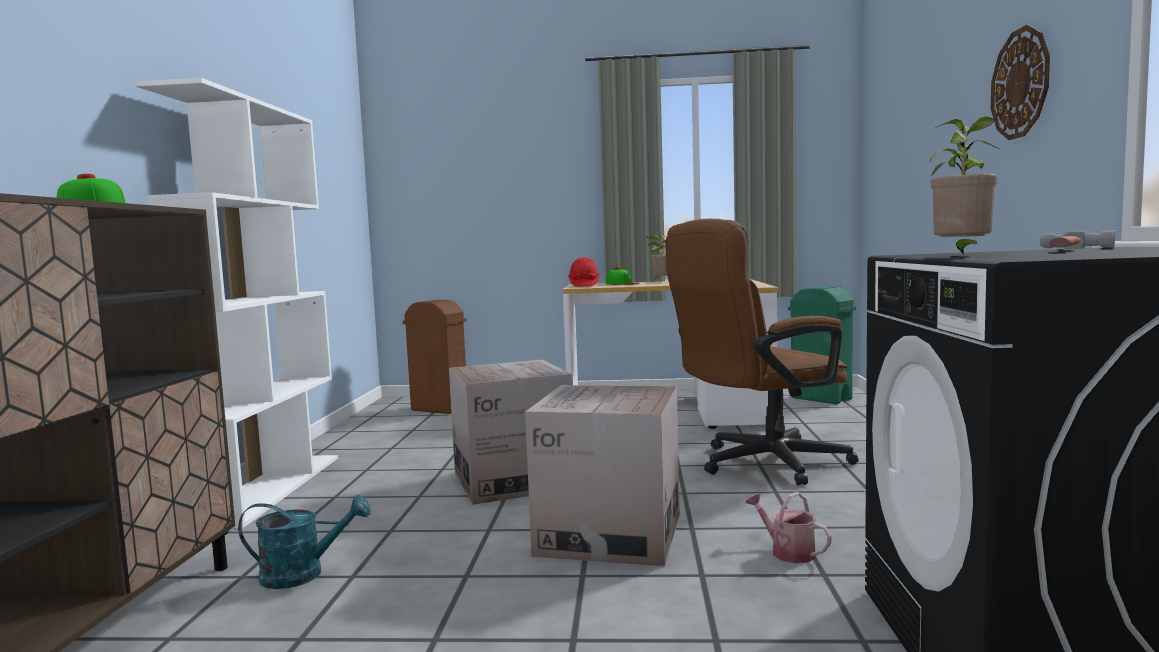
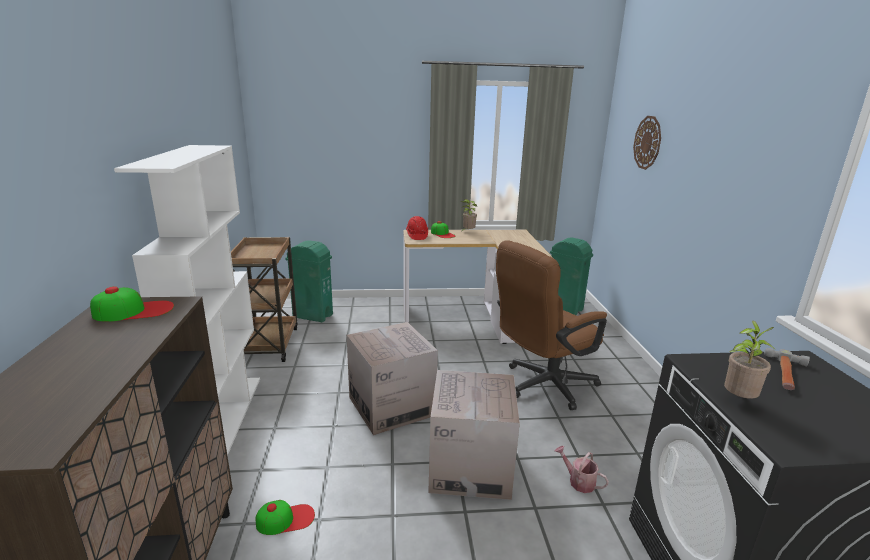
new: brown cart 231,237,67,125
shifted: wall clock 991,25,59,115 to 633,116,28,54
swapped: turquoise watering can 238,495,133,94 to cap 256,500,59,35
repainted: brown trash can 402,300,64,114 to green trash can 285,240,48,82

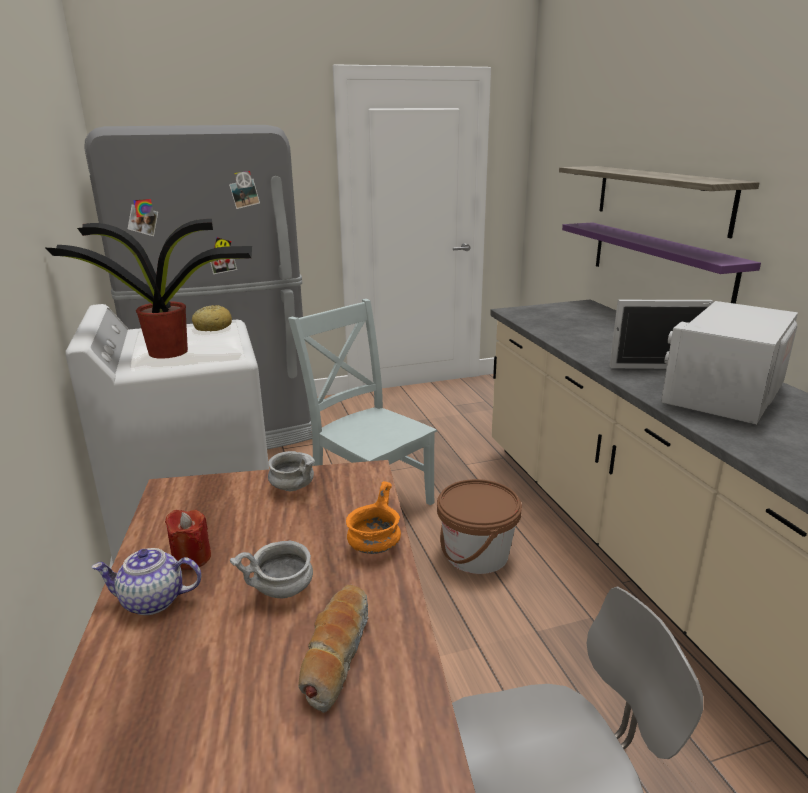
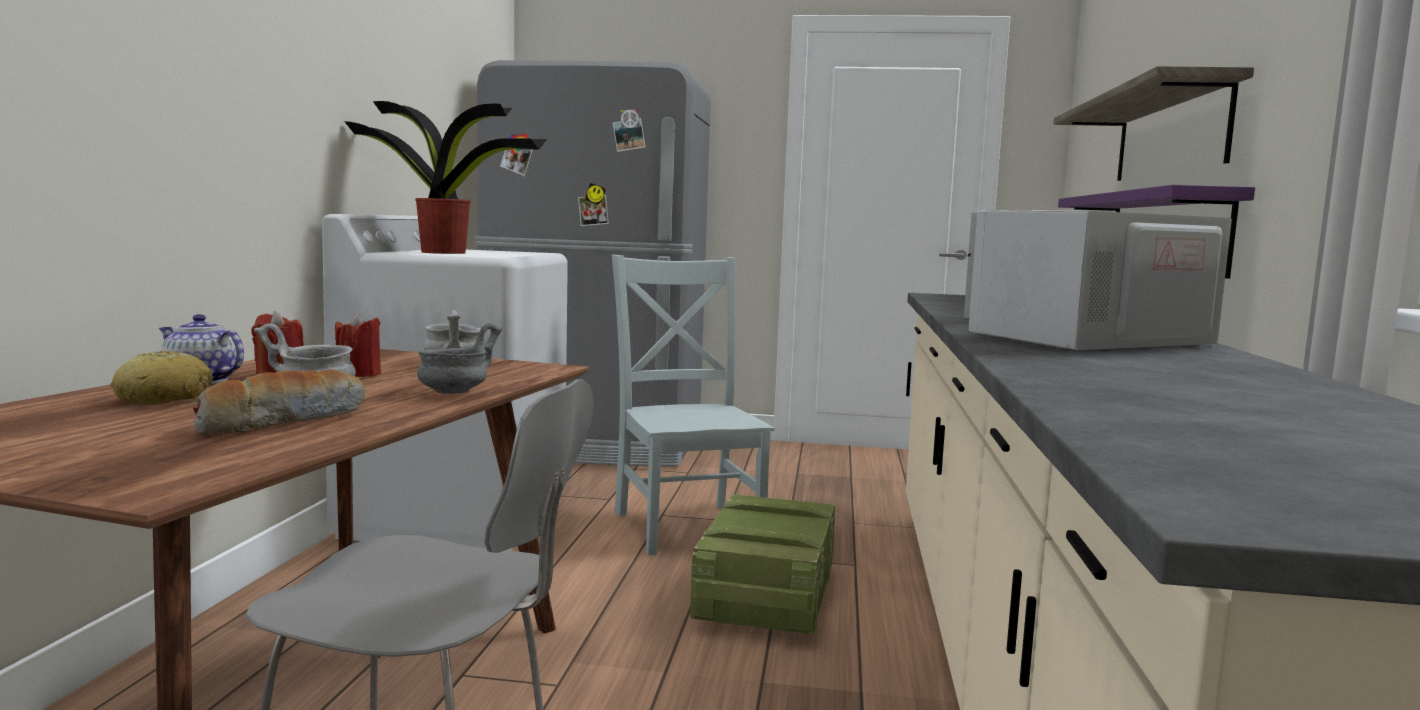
new: red candle 335,312,46,65
shifted: bread 192,305,40,26 to 110,350,103,54
swapped: brown bucket 437,479,85,95 to crate 690,494,145,141
repainted: orange bowl 346,481,55,73 to grey bowl 417,323,85,71

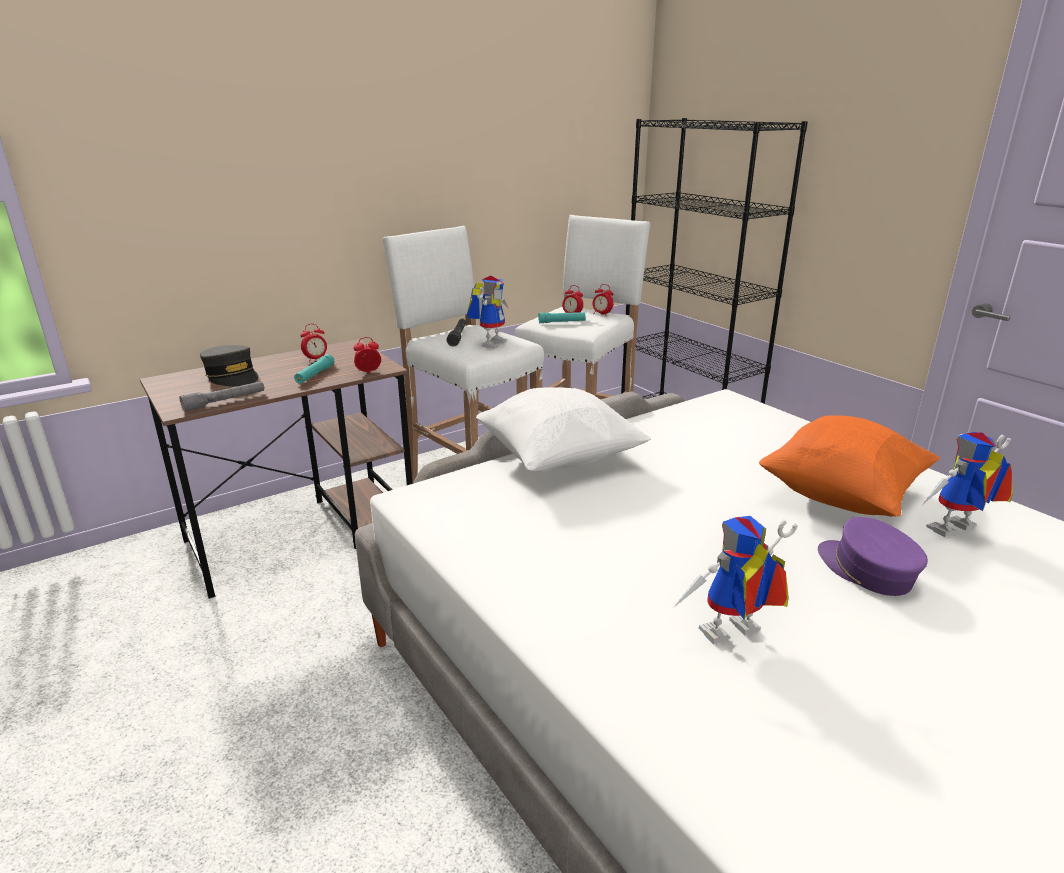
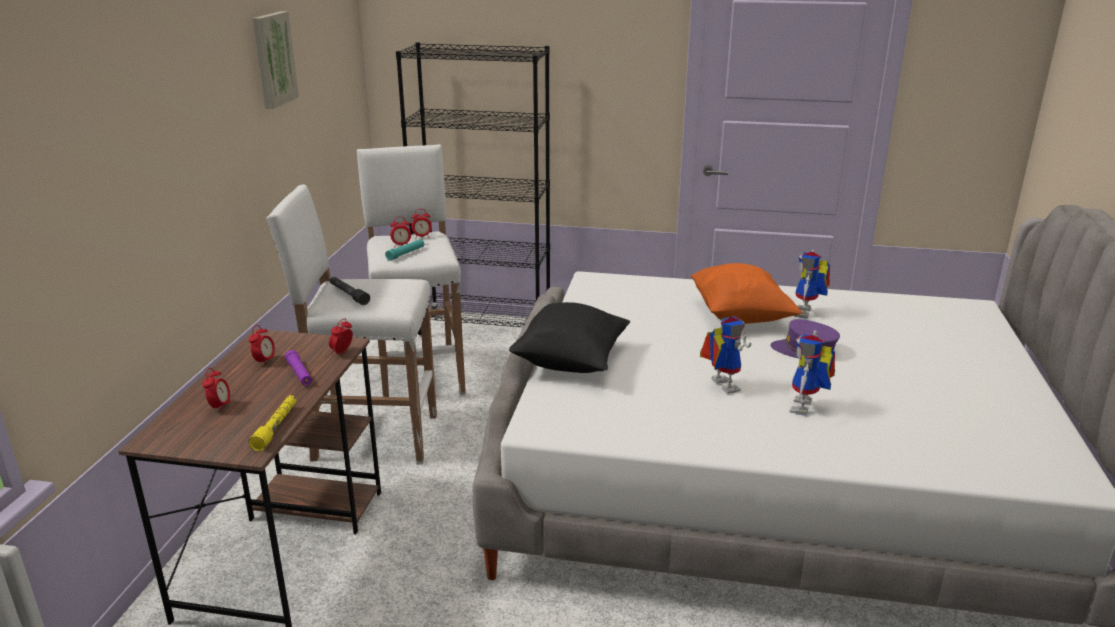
new: picture 252,11,47,98
shifted: toy robot 467,276,42,73 to 700,316,52,78
swapped: grey cap 200,345,58,41 to alarm clock 203,368,28,44
repainted: turquoise flashlight 294,354,40,30 to purple flashlight 285,350,27,36; grey flashlight 179,381,85,31 to yellow flashlight 249,395,48,56; white pillow 476,387,175,85 to black pillow 509,302,121,71

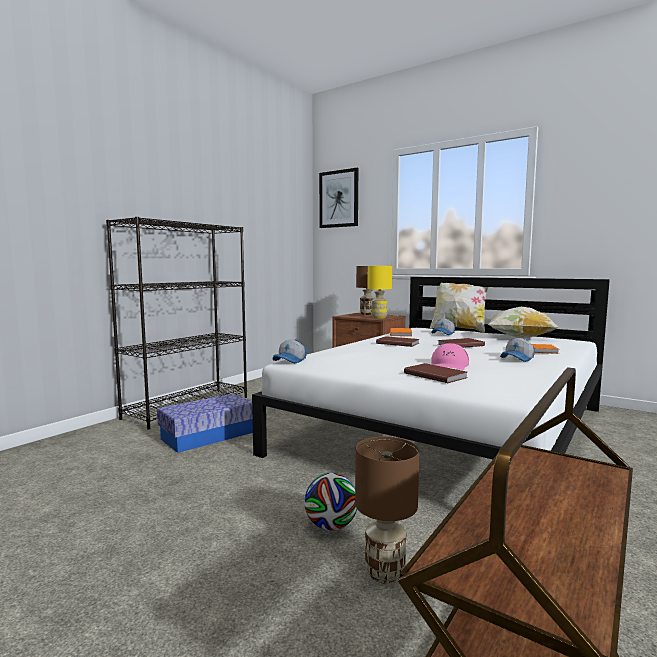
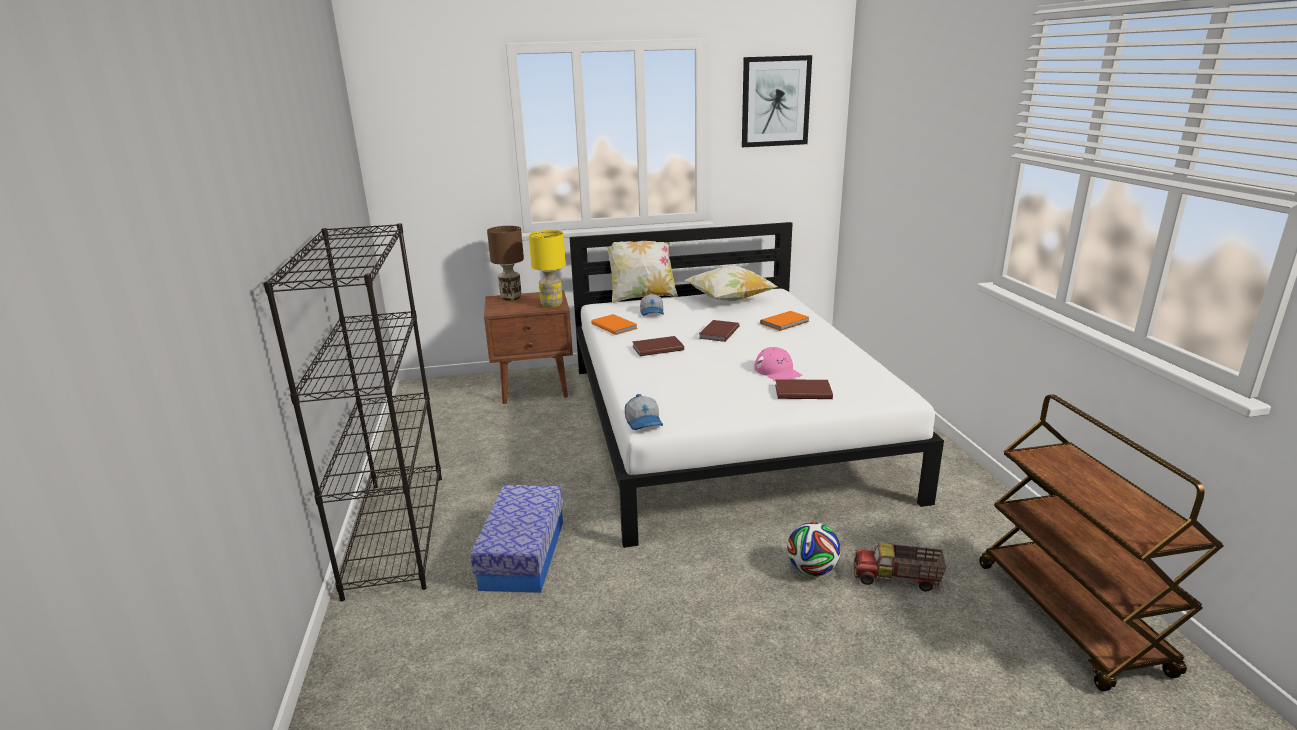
gone: cap 500,338,35,24
shifted: picture 319,168,39,60 to 742,55,70,92
swapped: brown table lamp 355,437,64,147 to toy truck 854,543,92,49

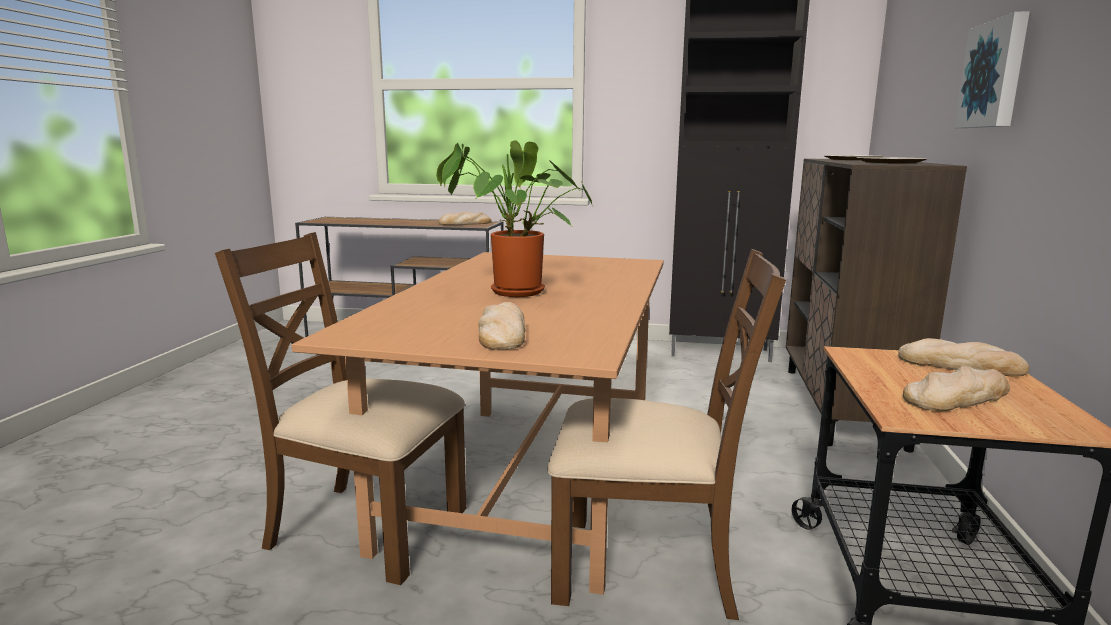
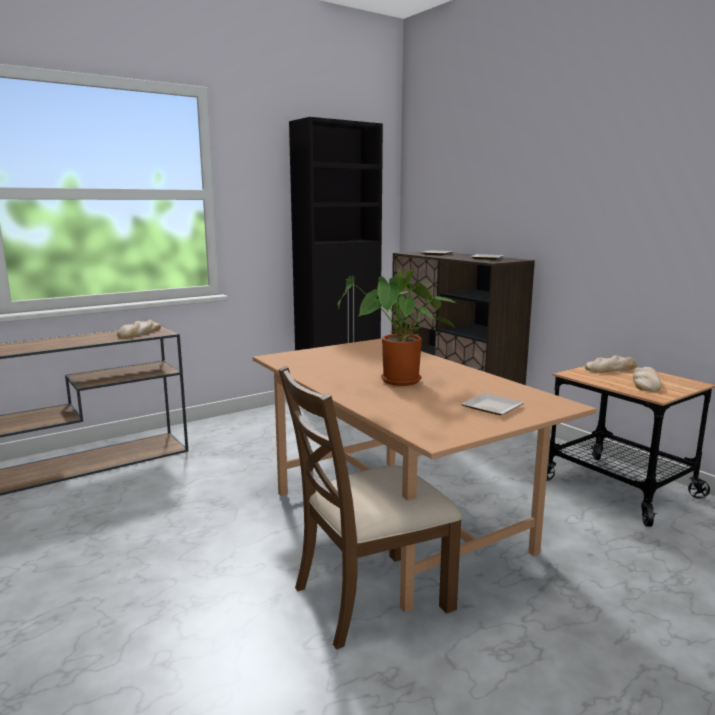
gone: picture 954,11,76,117; brown chair 547,249,239,371
swapped: bread 478,302,47,48 to plate 461,393,63,22

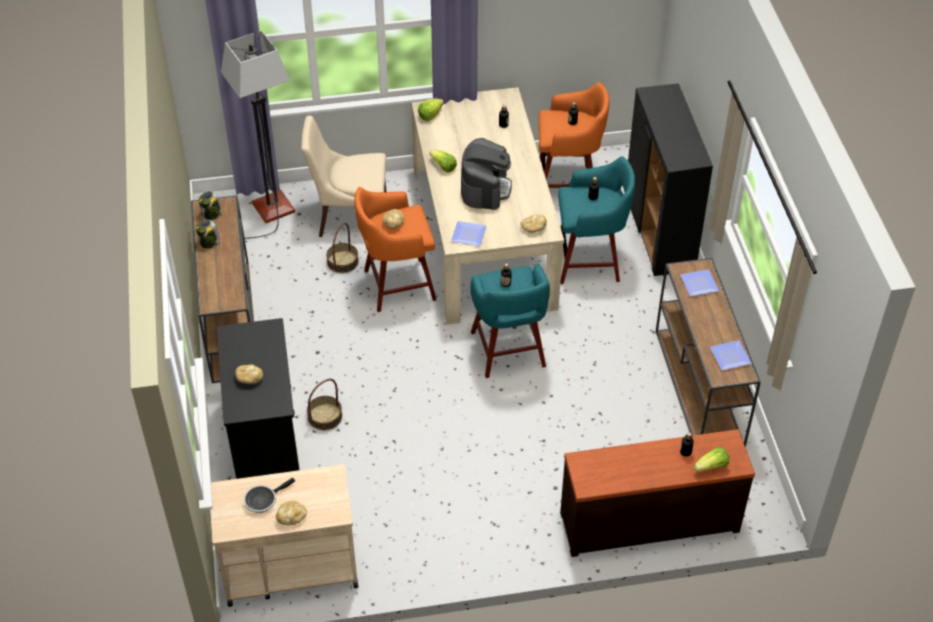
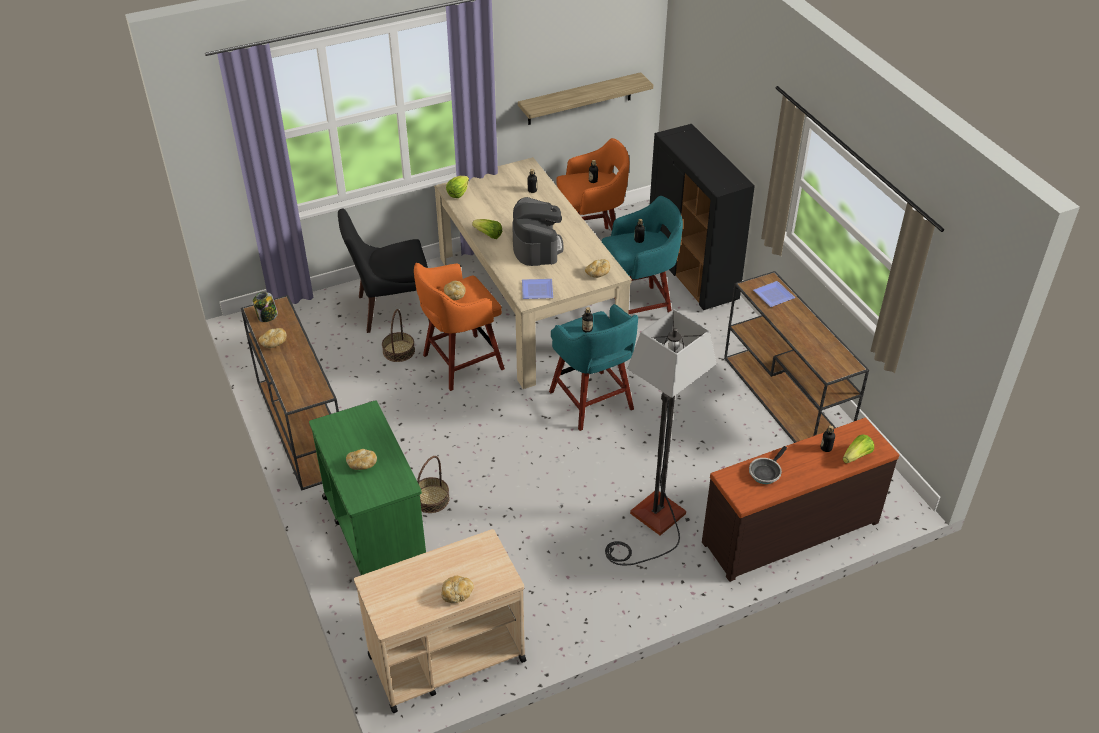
gone: plate 710,340,42,30
new: shelf 518,72,135,53
shifted: floor lamp 221,30,74,209 to 605,309,111,256; frying pan 244,478,51,35 to 749,446,38,38
swapped: jar 196,220,24,29 to bread 259,328,28,20
repainted: beige chair 301,116,86,121 to black chair 338,209,92,124; black cart 217,318,82,161 to green cart 309,400,117,175

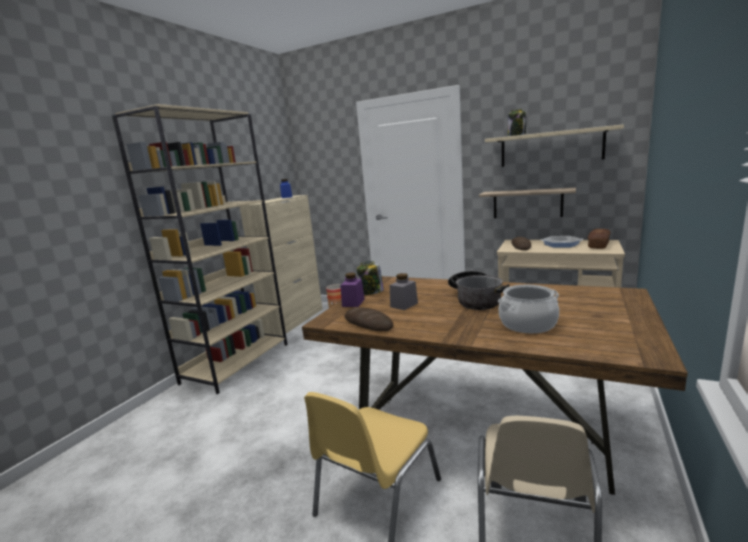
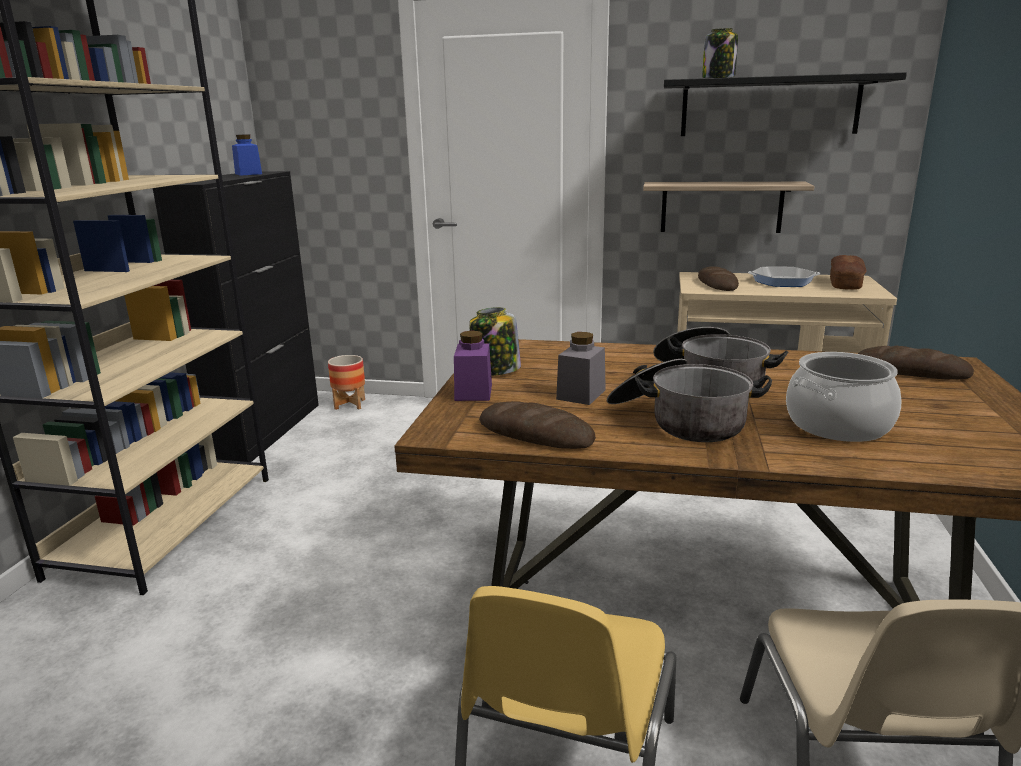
new: bread 858,345,116,35; cooking pot 607,359,165,83
repainted: beige shelf 485,124,139,43 to black shelf 664,72,243,64; beige cabinet 240,195,82,141 to black cabinet 153,171,166,291

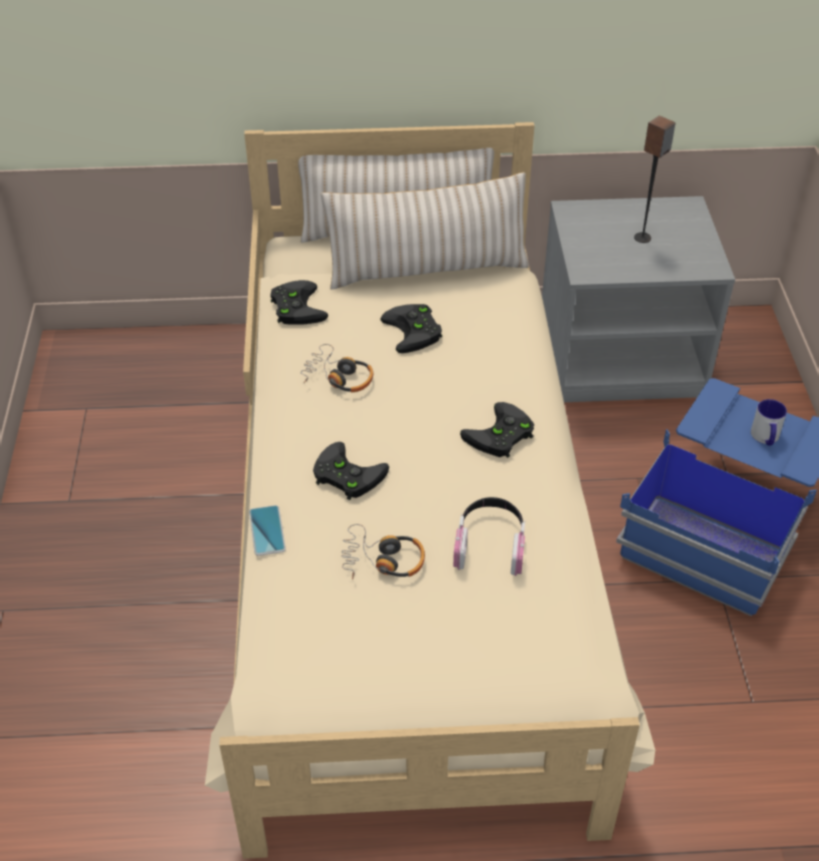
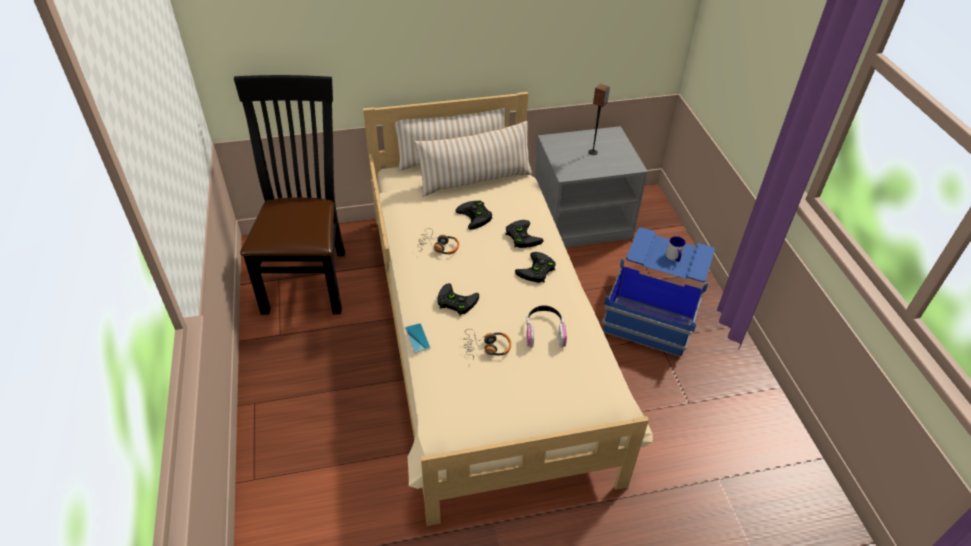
new: black chair 234,75,111,240
shifted: black game controller 271,280,57,45 to 505,220,39,28

